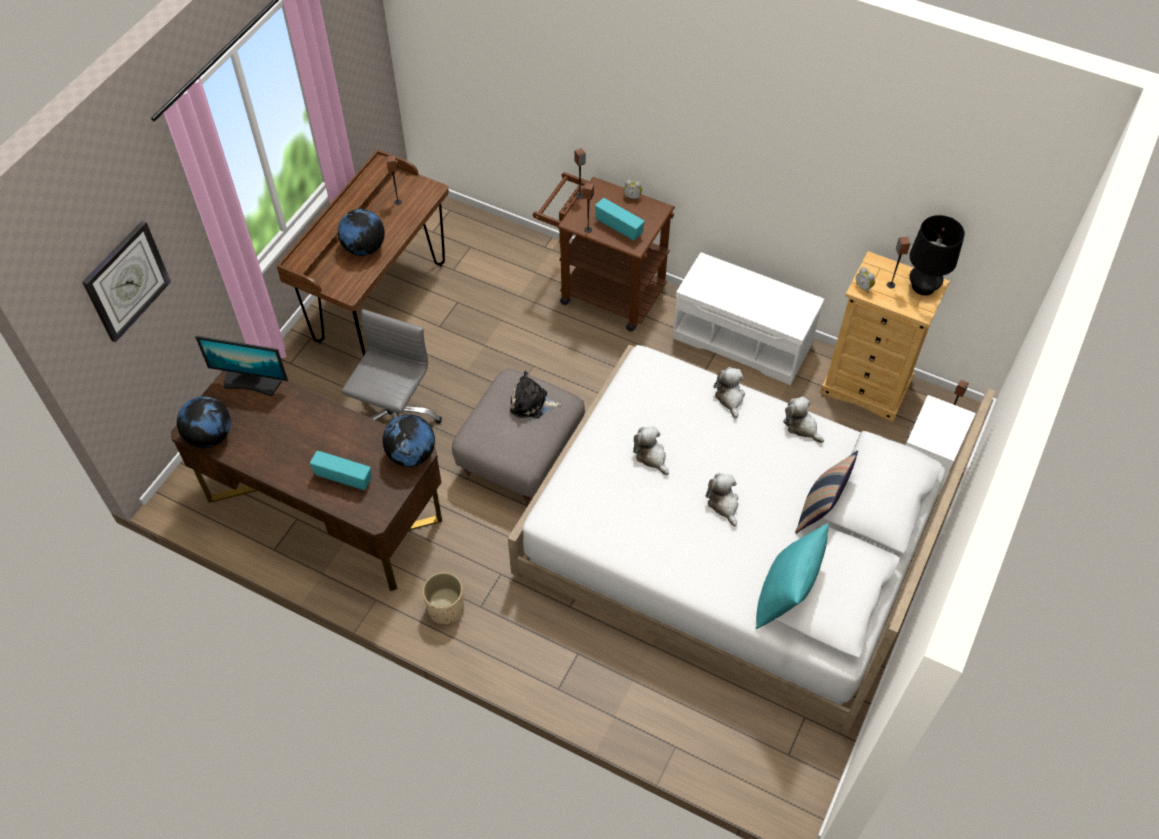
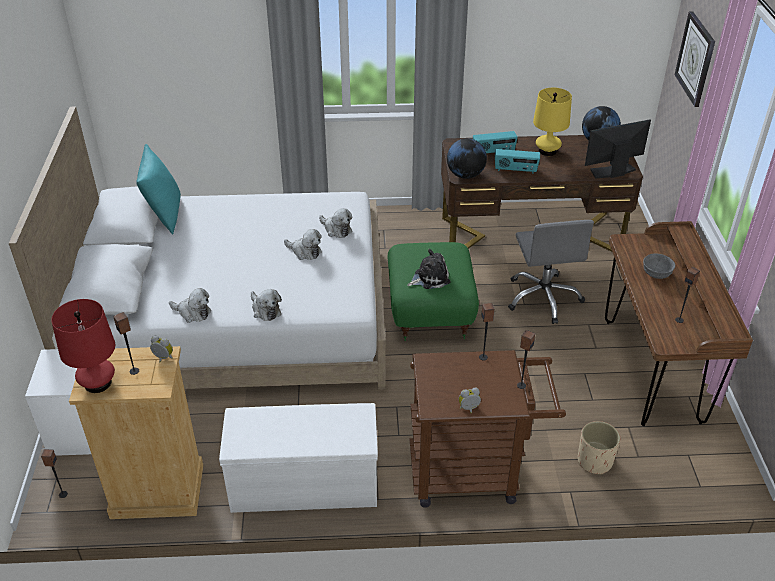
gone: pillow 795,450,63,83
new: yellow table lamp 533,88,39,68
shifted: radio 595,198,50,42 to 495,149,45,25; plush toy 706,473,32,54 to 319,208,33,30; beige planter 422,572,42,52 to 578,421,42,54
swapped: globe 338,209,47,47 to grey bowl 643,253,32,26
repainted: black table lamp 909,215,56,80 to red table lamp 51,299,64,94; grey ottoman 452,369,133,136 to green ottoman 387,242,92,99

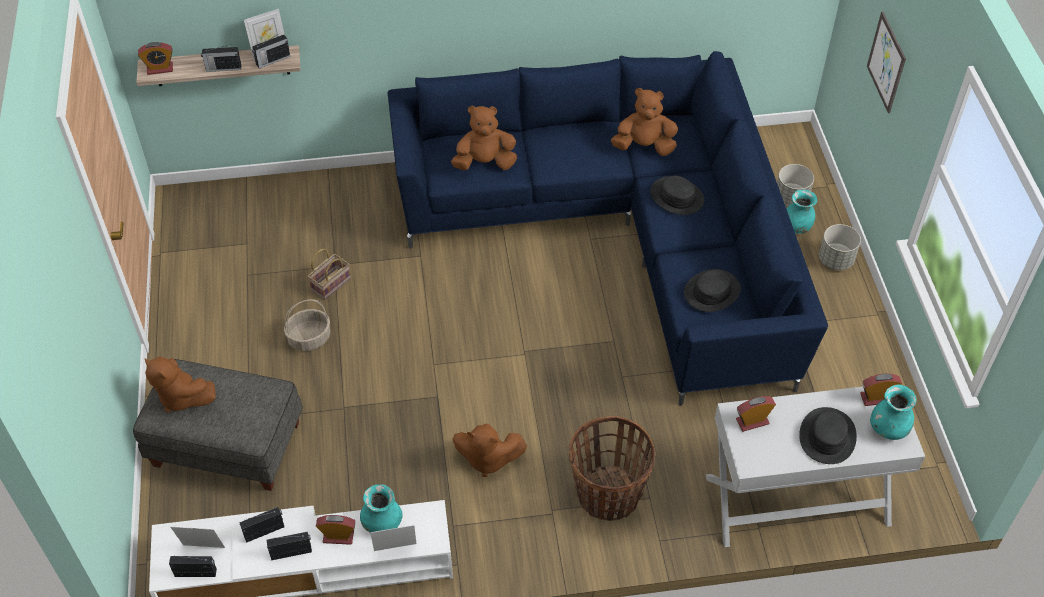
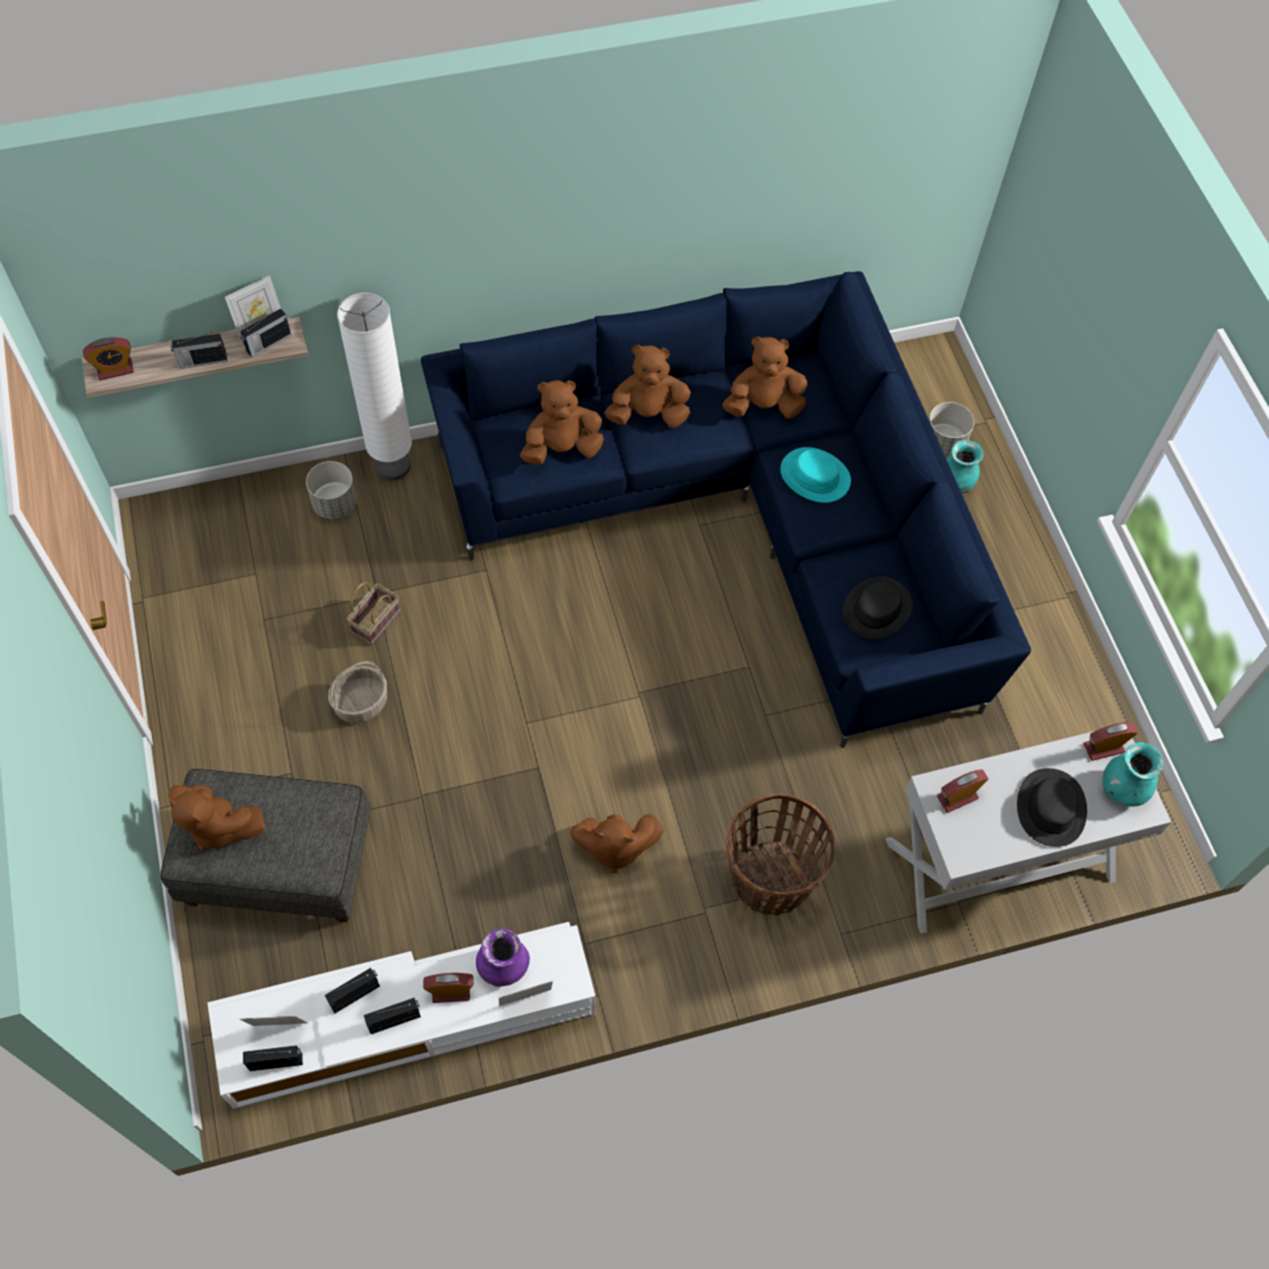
gone: picture 867,11,39,102
new: white floor lamp 337,293,75,188; brown plush toy 605,345,86,83
shifted: grey planter 819,224,42,46 to 306,461,51,58
repainted: black hat 650,176,54,39 to turquoise hat 780,447,71,56; turquoise vase 360,484,43,48 to purple vase 476,928,54,59

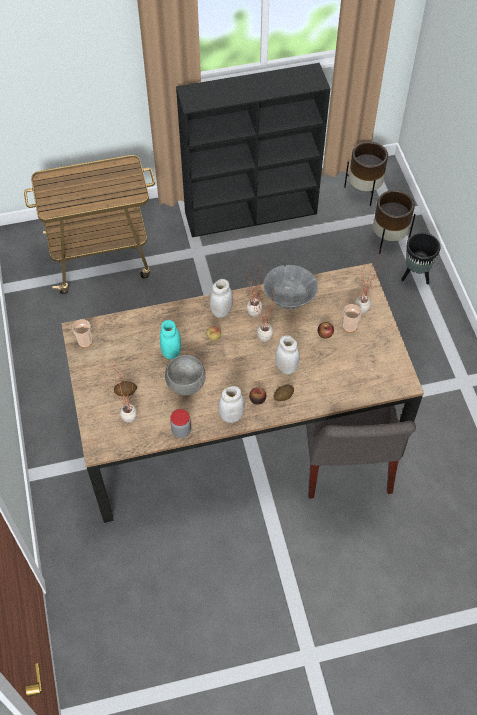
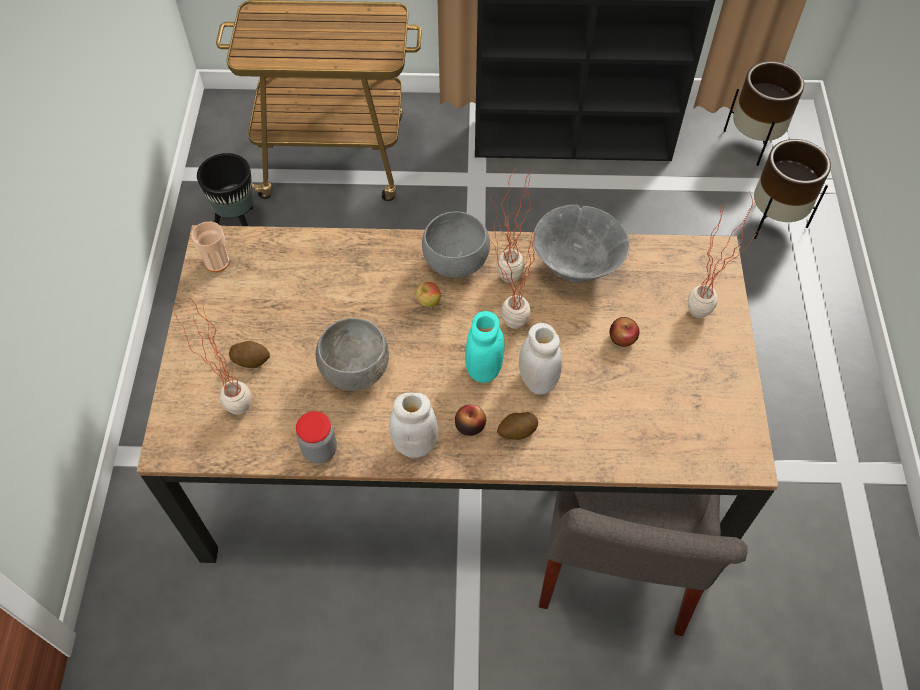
gone: cup 343,304,19,29
shifted: black planter 401,233,40,52 to 197,153,57,73; turquoise jar 160,320,21,39 to 465,311,39,72
swapped: white jar 210,279,23,39 to grey bowl 422,212,68,66

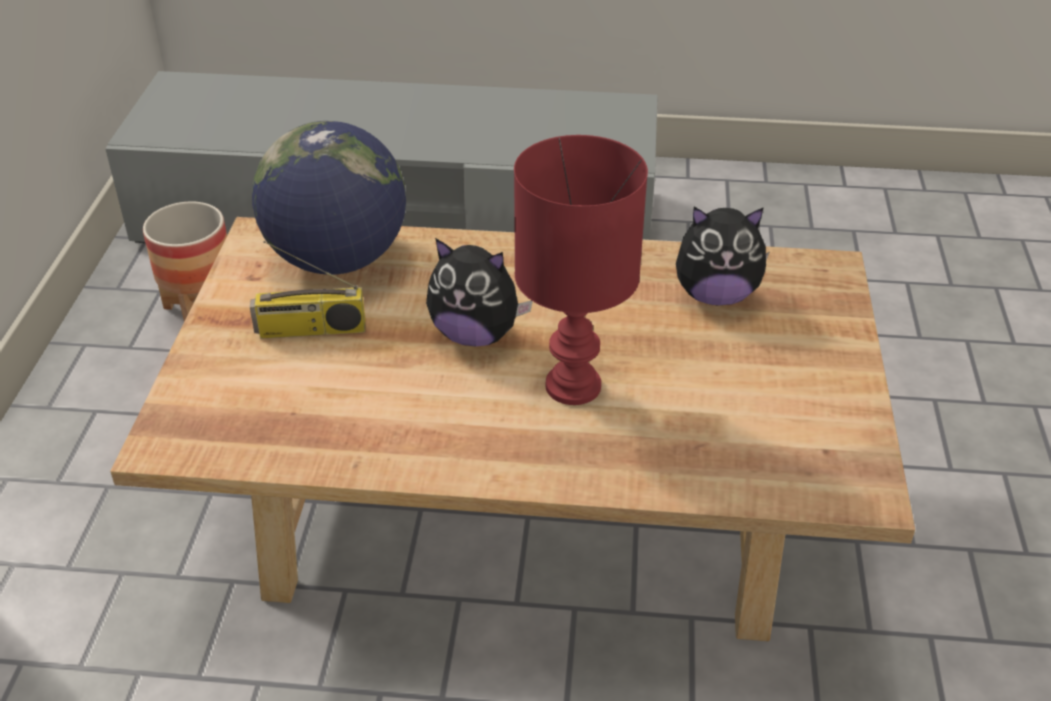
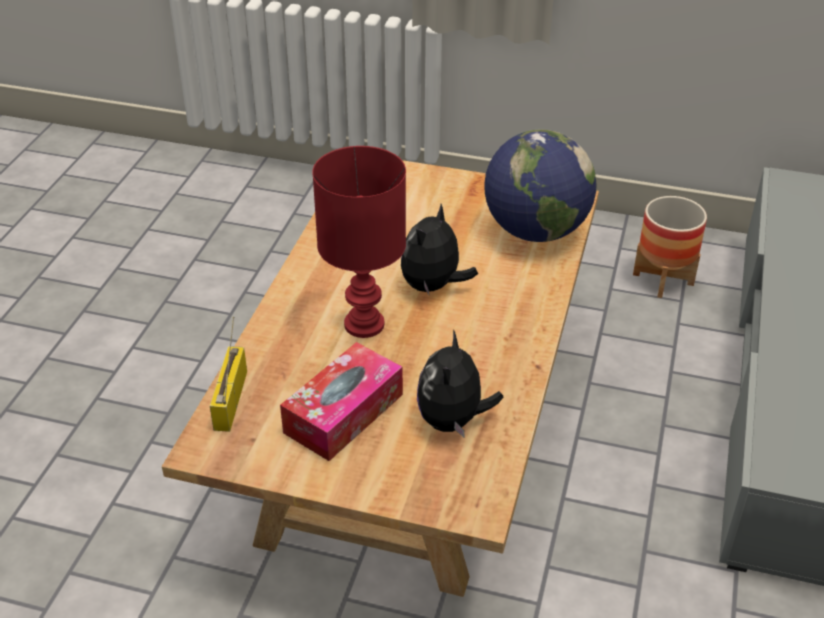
new: tissue box 280,342,123,119
shifted: radio 250,241,115,97 to 210,317,37,115

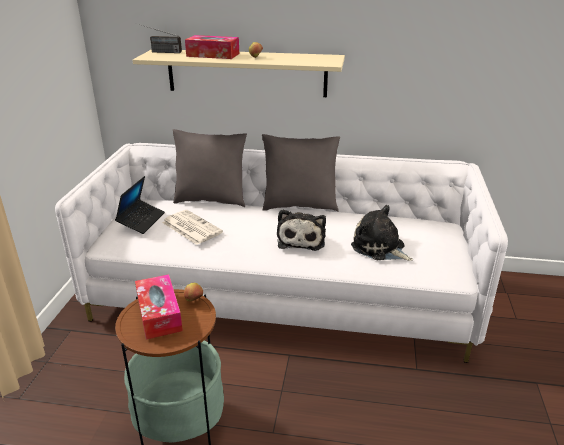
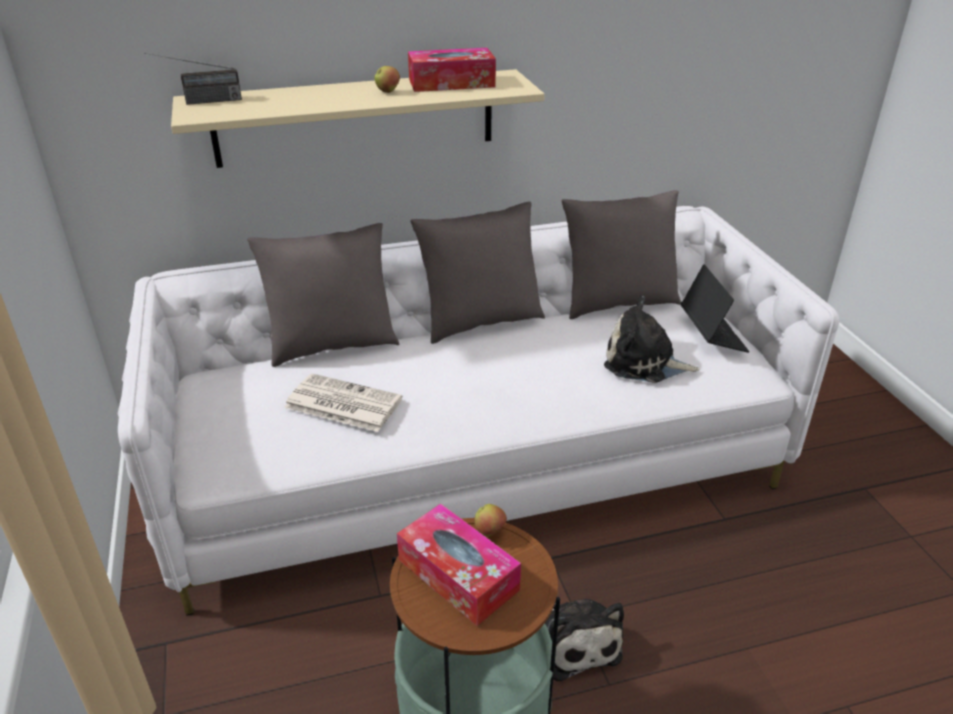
new: grey pillow 561,190,120,129
shifted: tissue box 185,35,54,24 to 408,48,88,44; laptop 115,176,50,58 to 681,264,68,89; plush toy 277,209,49,42 to 545,599,79,82

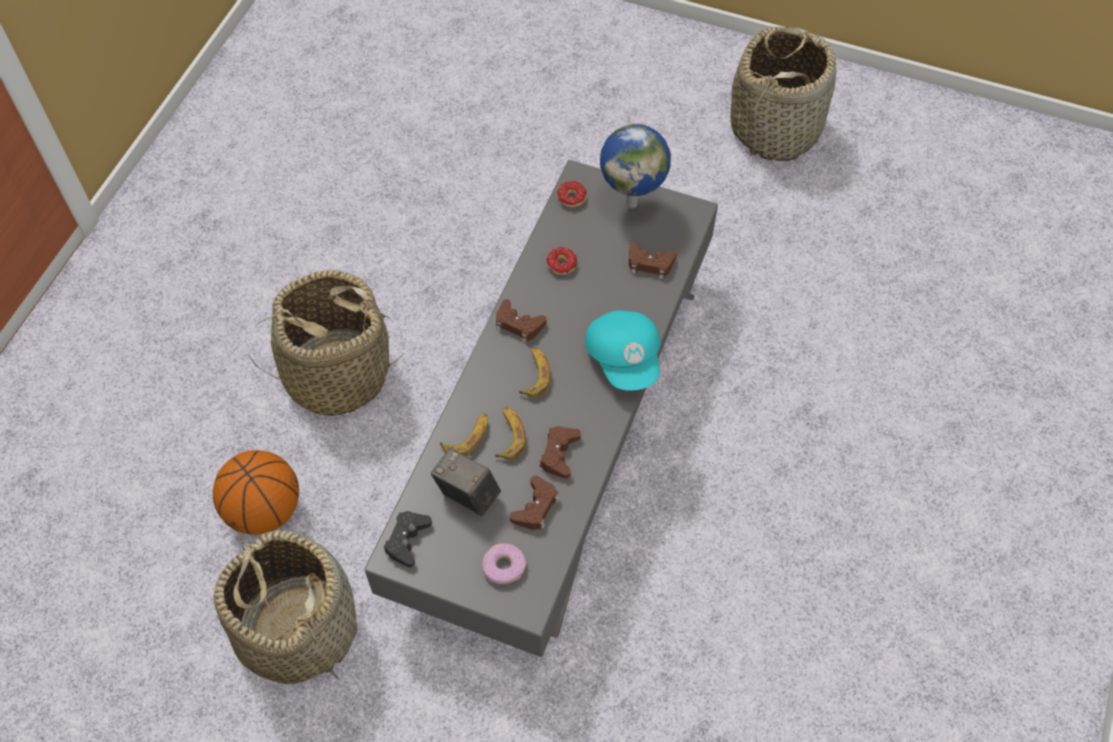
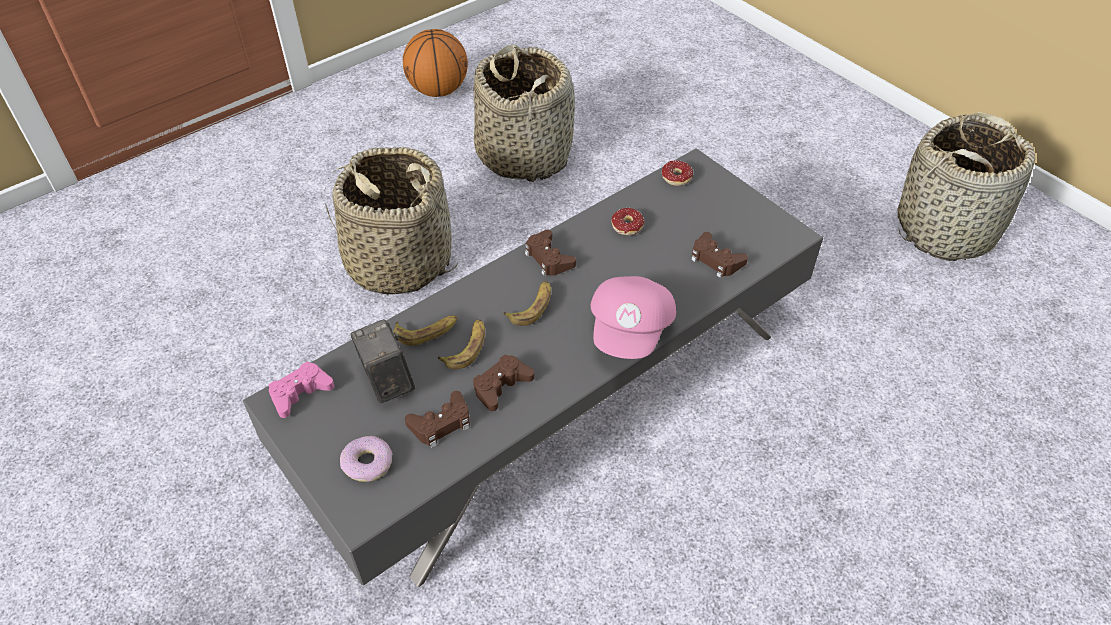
gone: globe 600,124,71,84
shifted: basketball 213,450,86,85 to 403,29,65,68; basket 214,531,143,153 to 474,45,101,137
repainted: turquoise cap 585,311,76,80 to pink cap 591,276,85,83; black game controller 384,511,48,56 to pink game controller 269,362,65,56

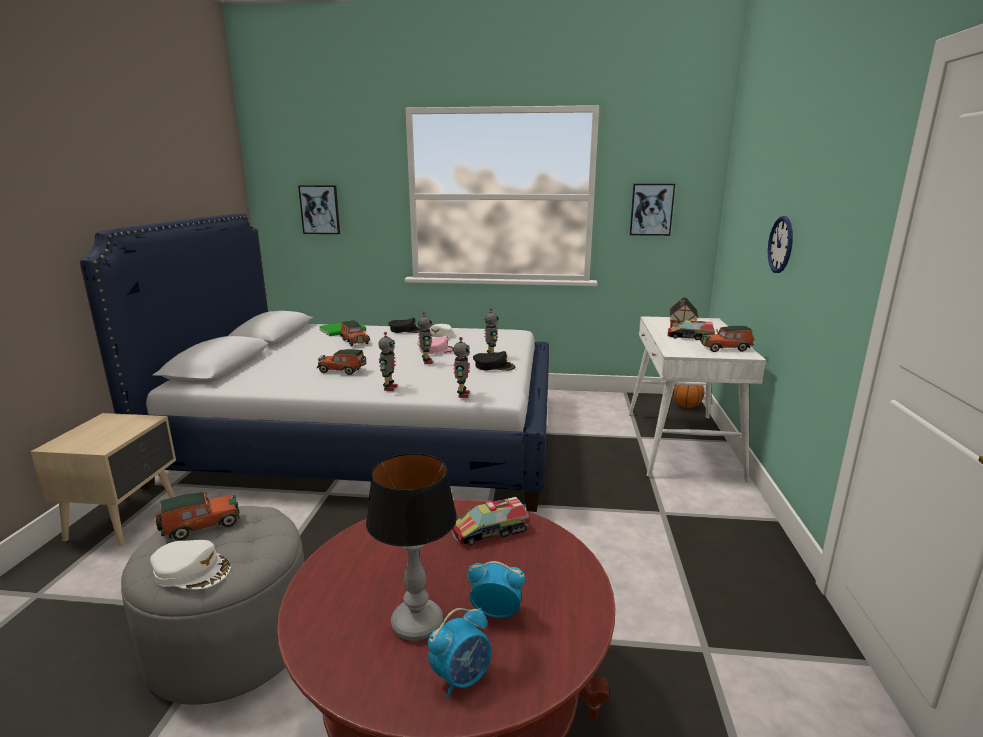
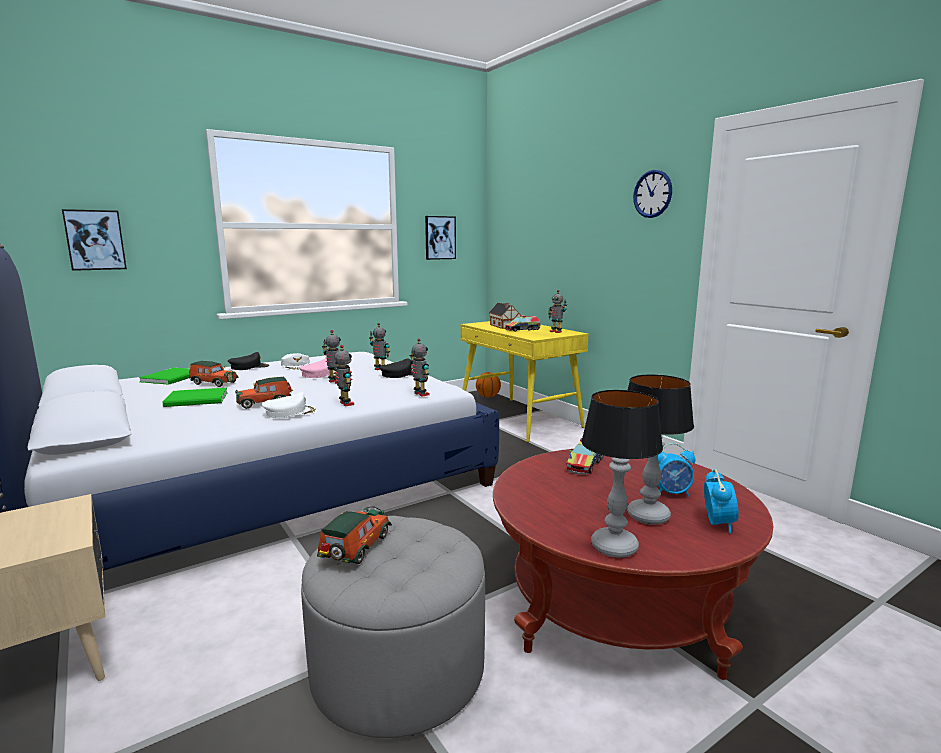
new: green book 163,388,65,19; table lamp 581,390,82,168
shifted: wall clock 768,216,25,57 to 633,170,39,48; white cap 150,540,81,49 to 262,392,55,26
swapped: toy car 700,326,55,26 to toy robot 548,290,19,43
repainted: white desk 629,316,137,166 to yellow desk 461,321,128,121
rotated: alarm clock 467,561,58,57 = 658,443,38,54 150 degrees counterclockwise

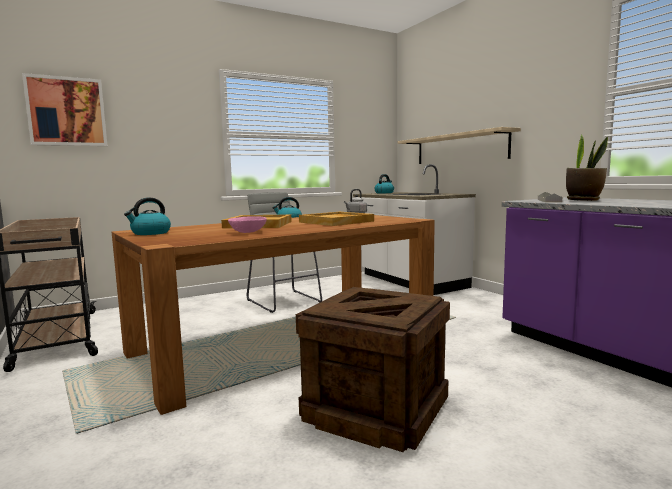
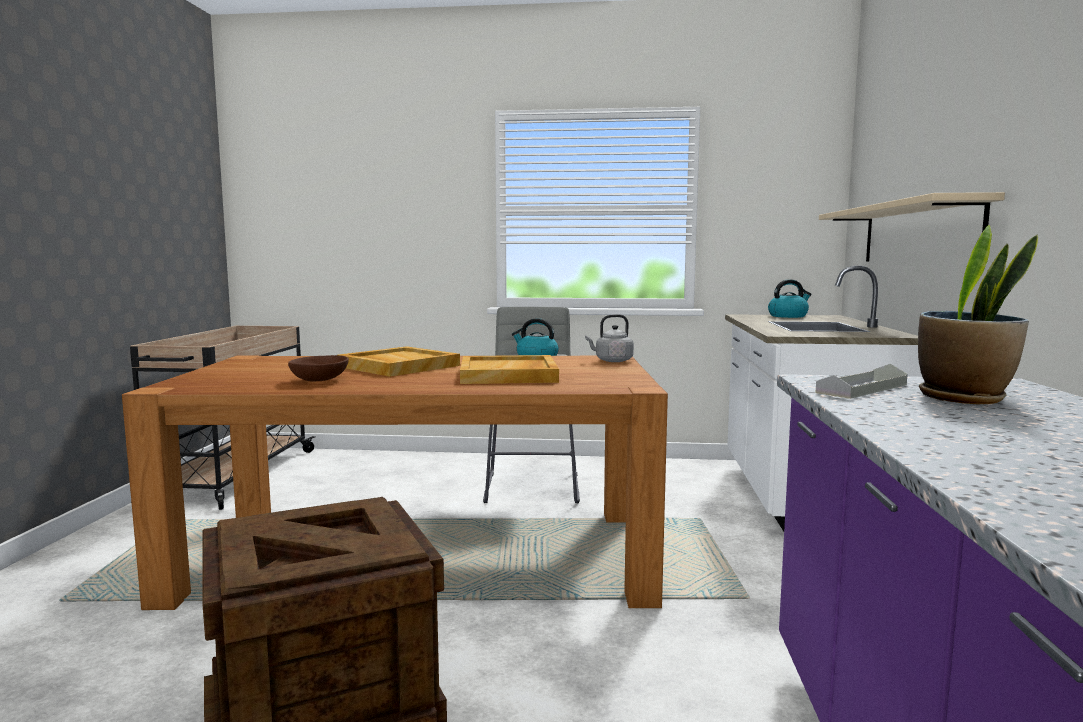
gone: picture 22,73,85,73; kettle 124,198,47,37
repainted: pink bowl 228,216,39,17 to brown bowl 288,355,61,26

